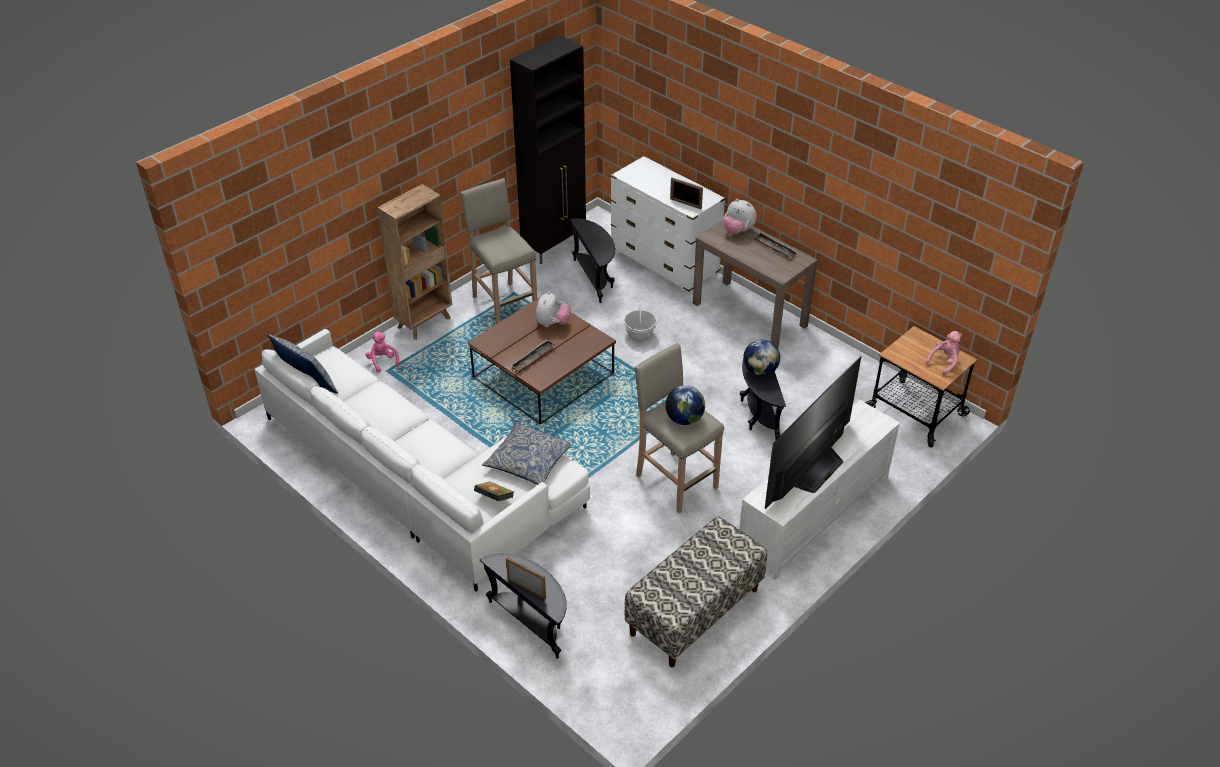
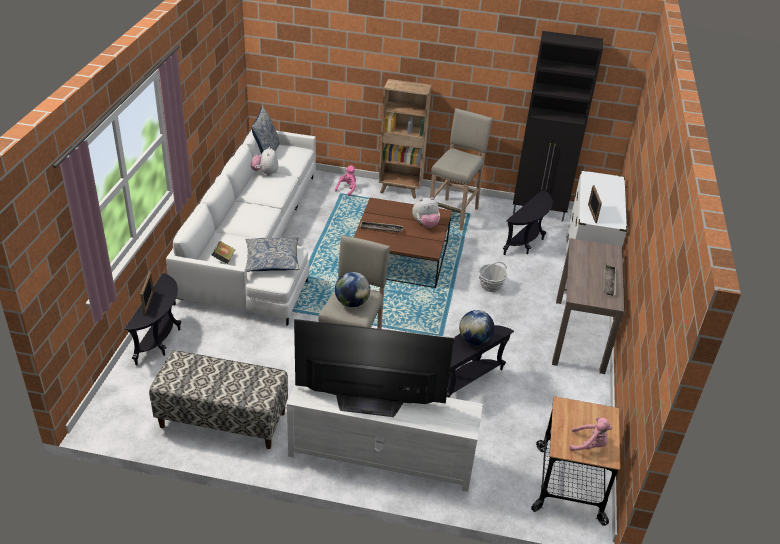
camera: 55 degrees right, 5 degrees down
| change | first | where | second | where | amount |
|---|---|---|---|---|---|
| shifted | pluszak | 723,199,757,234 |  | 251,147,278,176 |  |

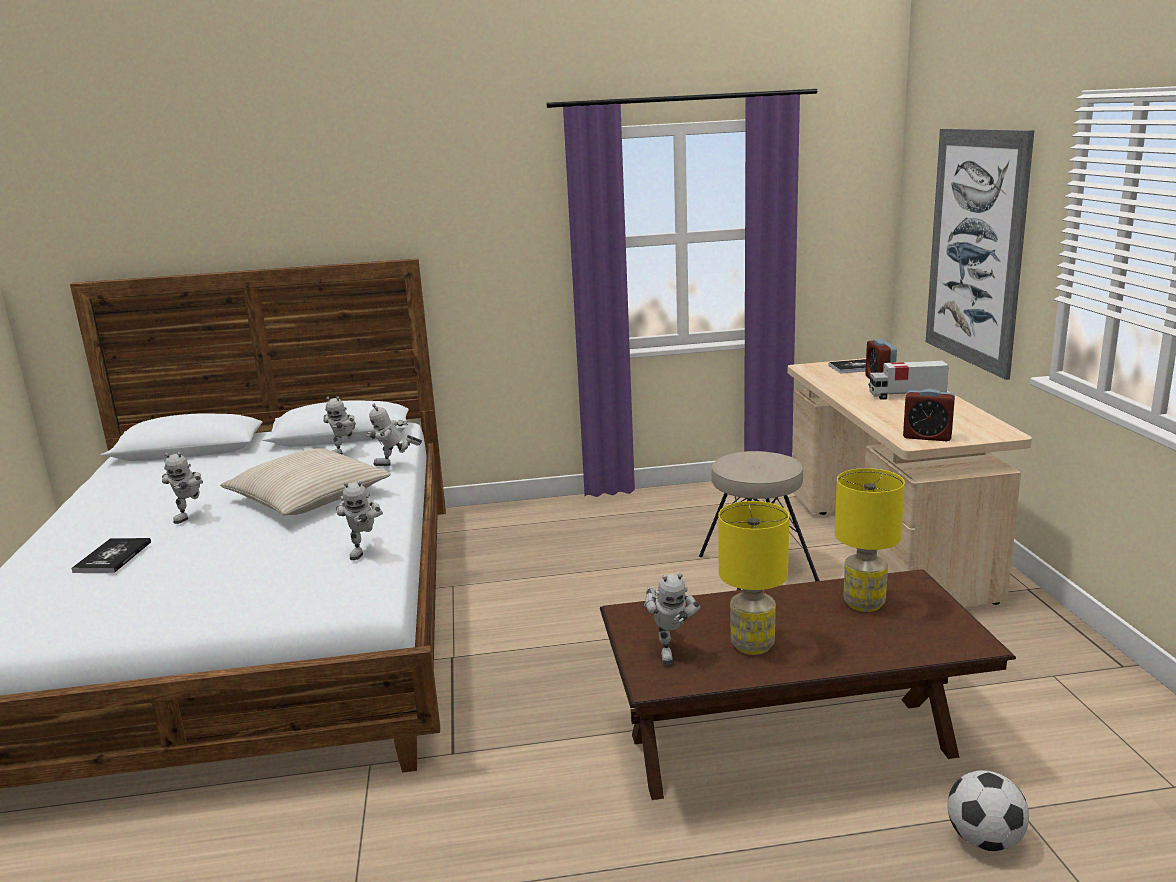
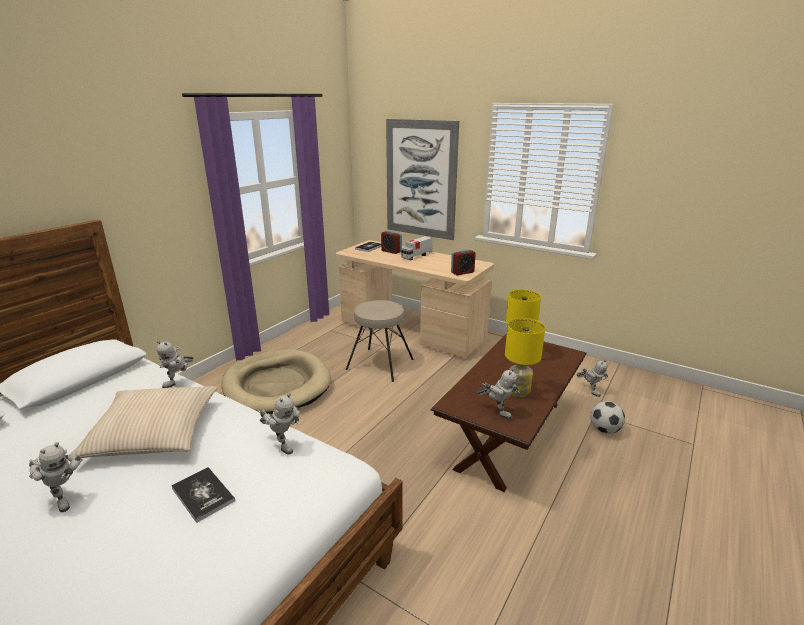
camera: 50 degrees left, 5 degrees up
| change | first | where | second | where | amount |
|---|---|---|---|---|---|
| new |  |  | legowisko [beżowy] | 222,349,331,414 |  |
| shifted | książka | 71,538,151,573 |  | 171,467,235,523 |  |
| shifted | robot zabawkowy | 323,396,356,455 |  | 576,360,609,397 |  |

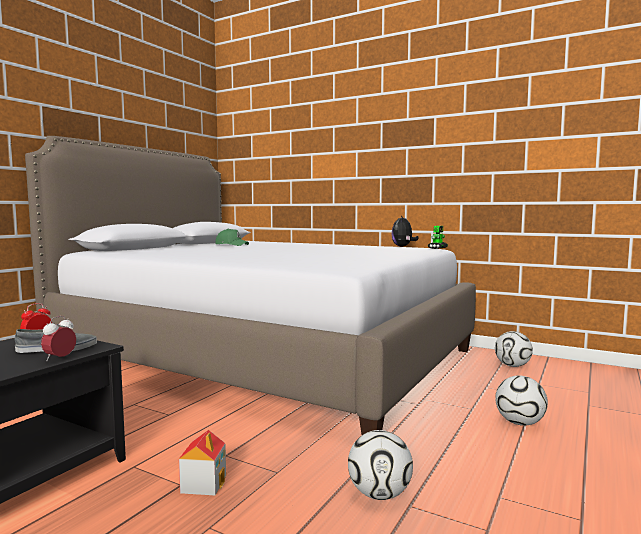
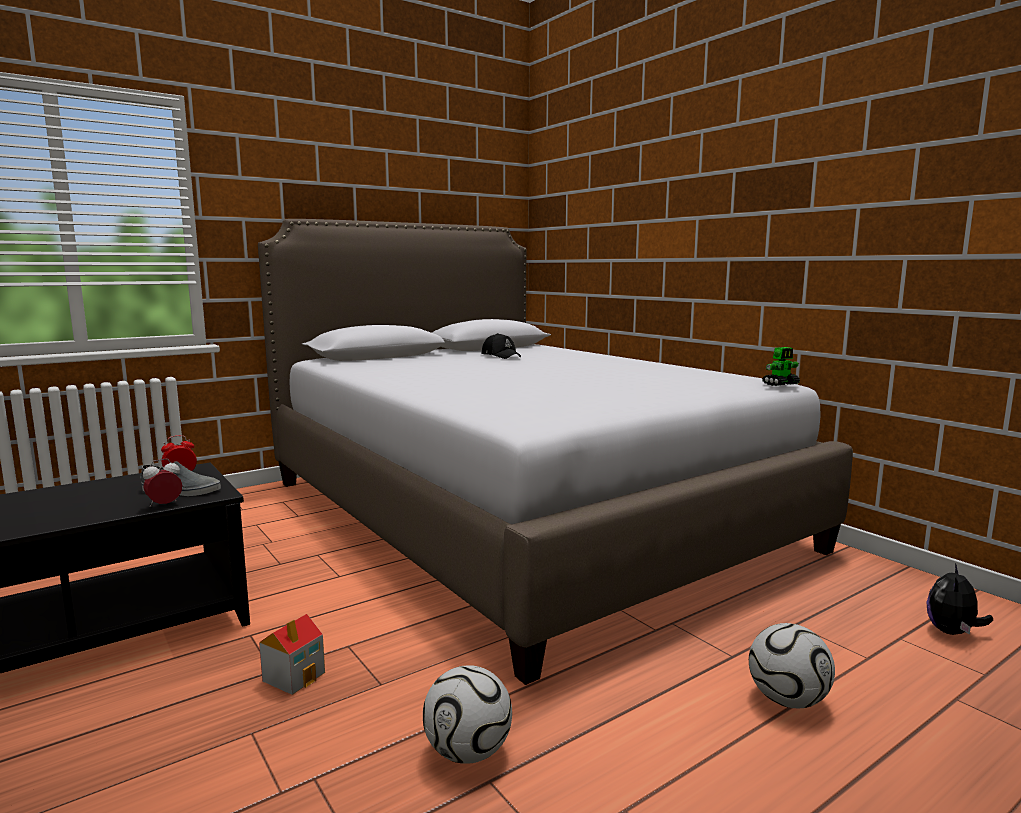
camera: 25 degrees right, 5 degrees up
| change | first | where | second | where | amount |
|---|---|---|---|---|---|
| gone | piłka futbolowa | 495,331,533,367 |  |  |  |
| shifted | pluszak | 391,215,419,247 |  | 926,563,993,635 |  |
| repainted | czapka z daszkiem [zielony] | 215,229,249,246 | czapka z daszkiem [czarny] | 482,333,521,359 |  |

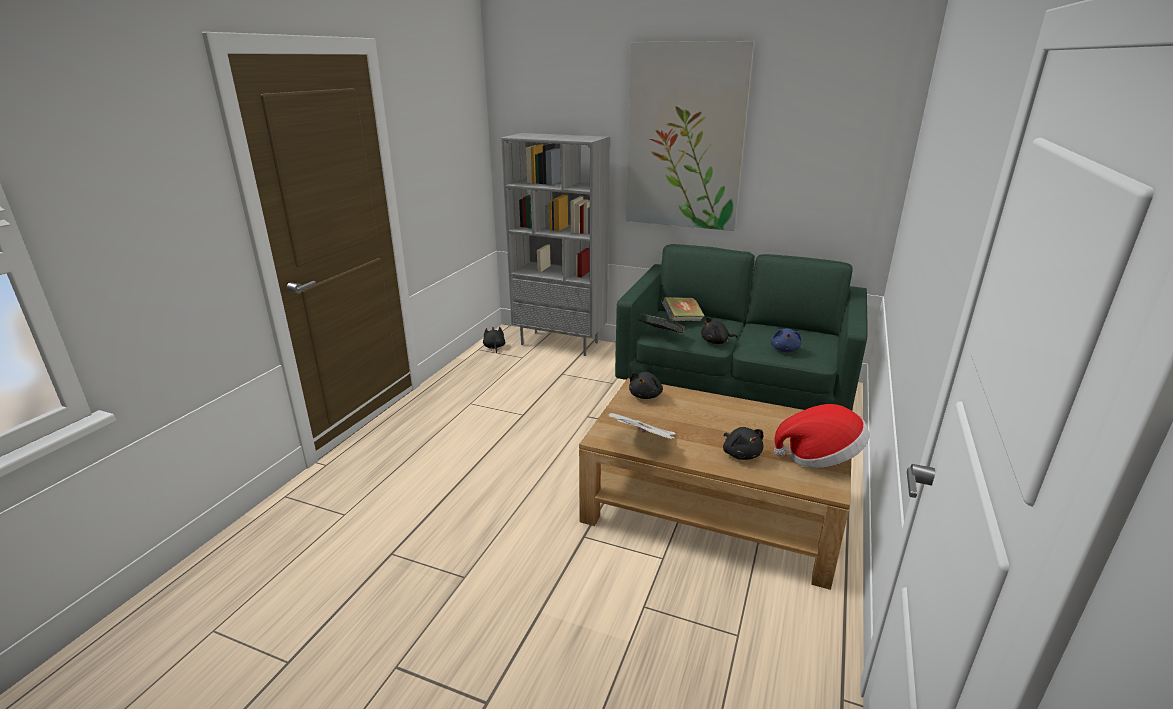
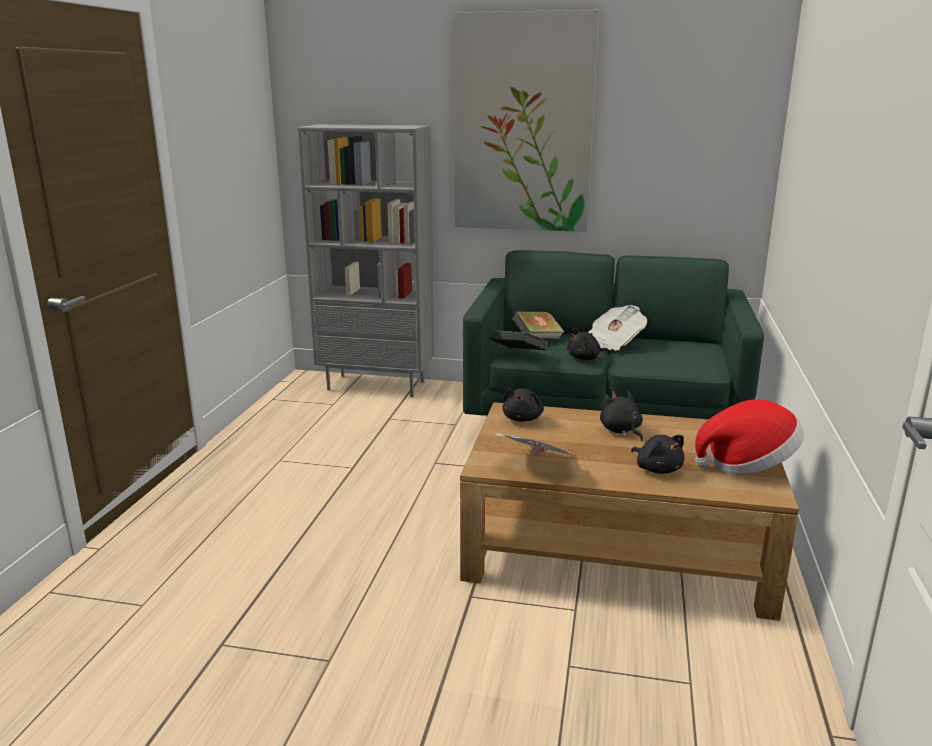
camera: 10 degrees left, 5 degrees down
| change | first | where | second | where | amount |
|---|---|---|---|---|---|
| gone | pluszak [niebieski] | 771,328,802,352 |  |  |  |
| new |  |  | gazeta | 588,305,647,351 |  |
| shifted | pluszak [czarny] | 483,327,505,353 |  | 600,391,643,441 |  |

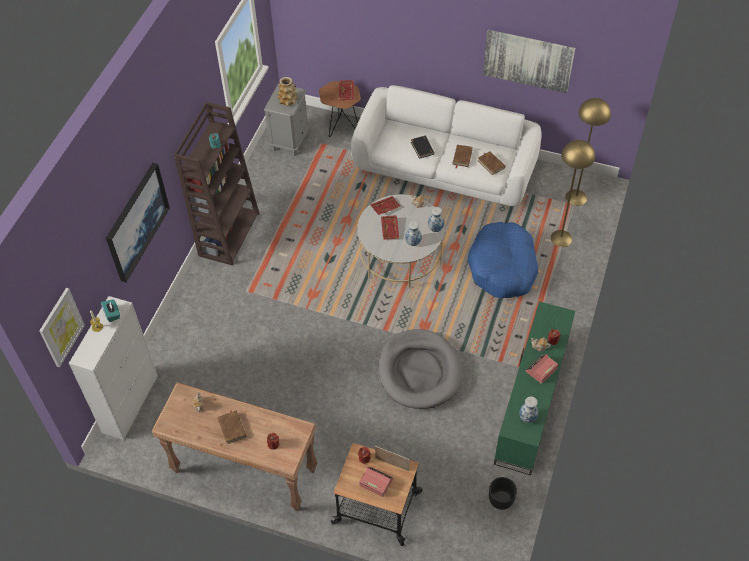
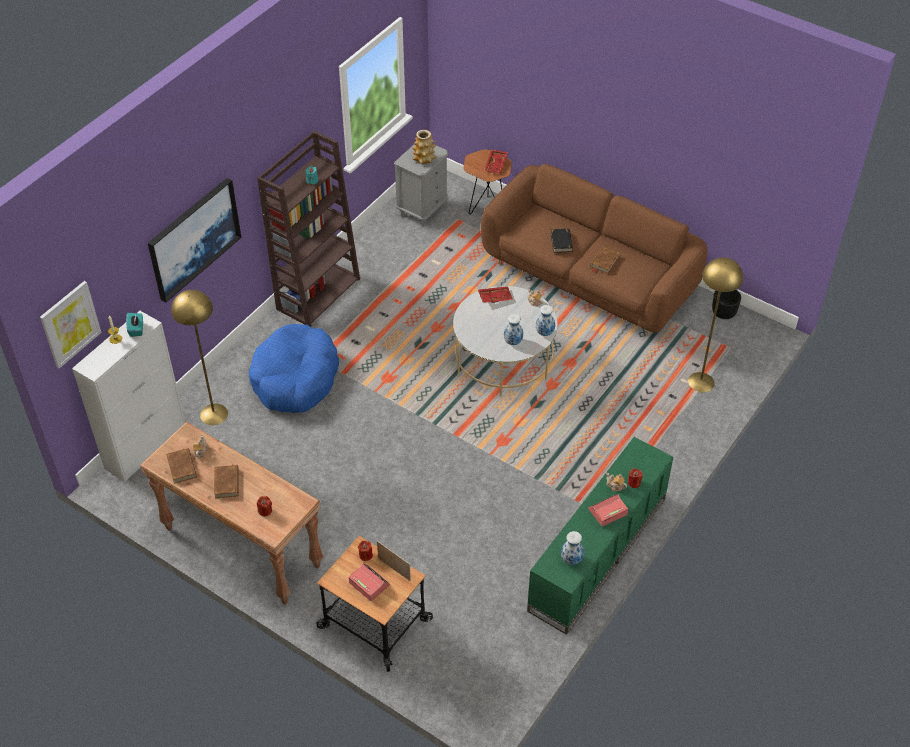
camera: 15 degrees right, 5 degrees down
| change | first | where | second | where | amount |
|---|---|---|---|---|---|
| gone | legowisko [szary] | 378,329,462,409 |  |  |  |
| gone | taca [czerwony] | 381,215,399,240 |  |  |  |
| gone | obraz | 483,30,575,93 |  |  |  |
| shifted | legowisko [niebieski] | 468,222,538,298 |  | 249,324,339,413 |  |
| shifted | książka [brązowy] | 478,151,505,175 |  | 166,448,197,484 |  |
| shifted | donica [czarny] | 489,477,517,510 |  | 712,290,741,319 |  |
| shifted | lampa stojąca [żółty] | 565,98,611,206 |  | 171,290,228,425 |  |
| repainted | kanapa [biały] | 351,85,541,209 | kanapa [brązowy] | 481,164,708,336 |  |

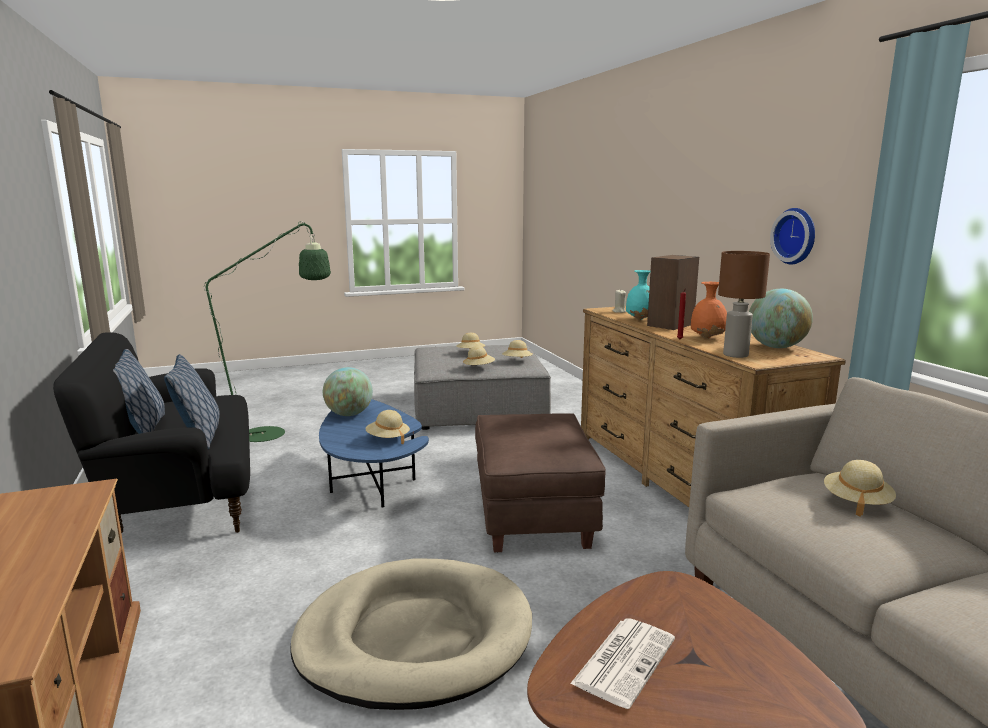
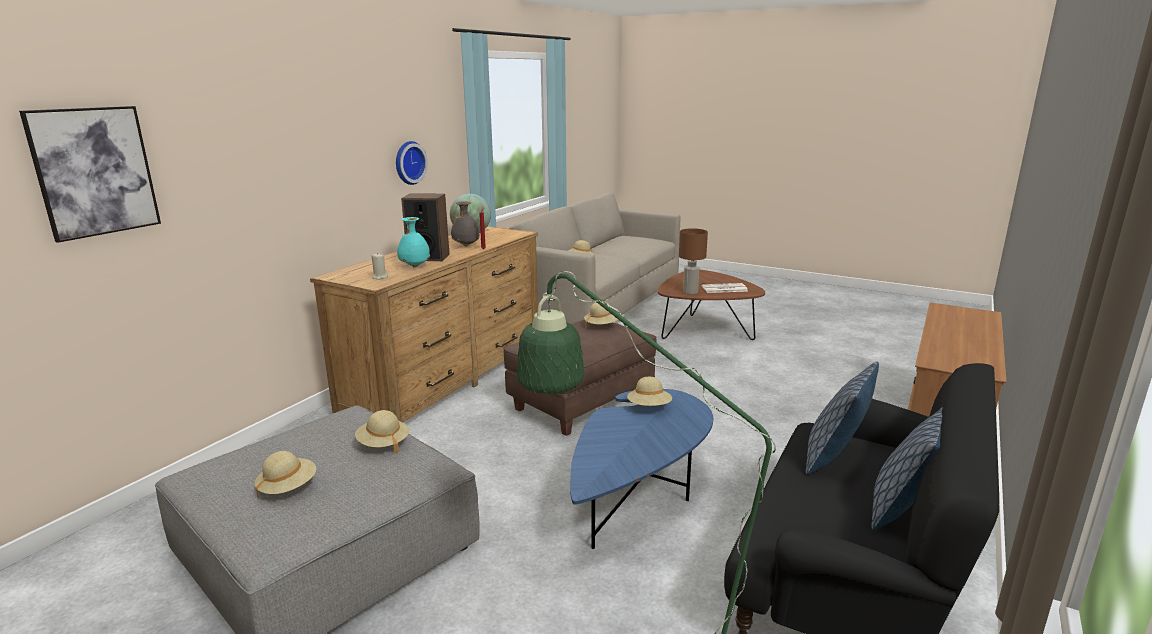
camera: 130 degrees left, 5 degrees up
| change | first | where | second | where | amount |
|---|---|---|---|---|---|
| gone | legowisko [beżowy] | 290,558,532,710 |  |  |  |
| gone | globus | 323,367,373,416 |  |  |  |
| new |  |  | obraz | 19,106,161,243 |  |
| shifted | kapelusz [beżowy] | 502,340,533,358 |  | 584,301,618,328 |  |
| shifted | lampa stołowa [brązowy] | 718,251,770,358 |  | 679,228,708,294 |  |
| repainted | wazon [pomarańczowy] | 691,282,727,338 | wazon [szary] | 451,201,480,247 |  |

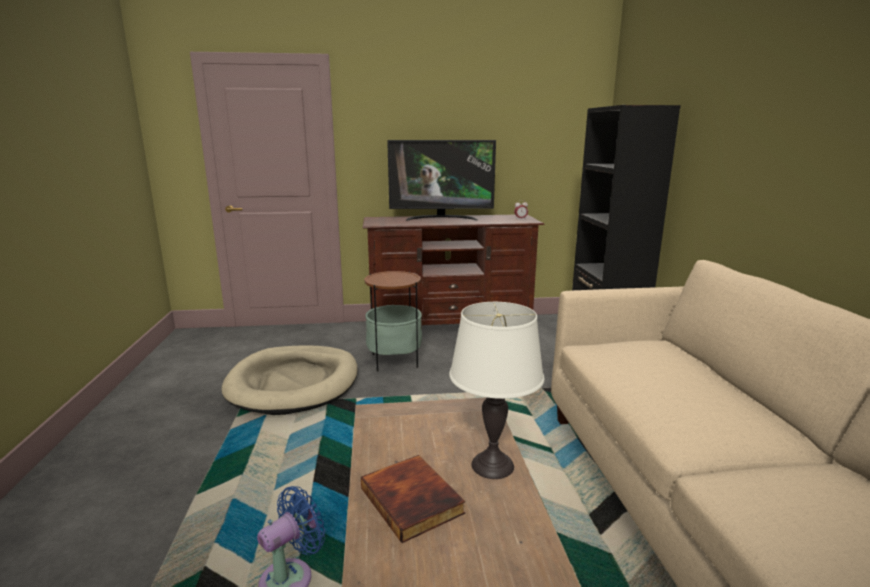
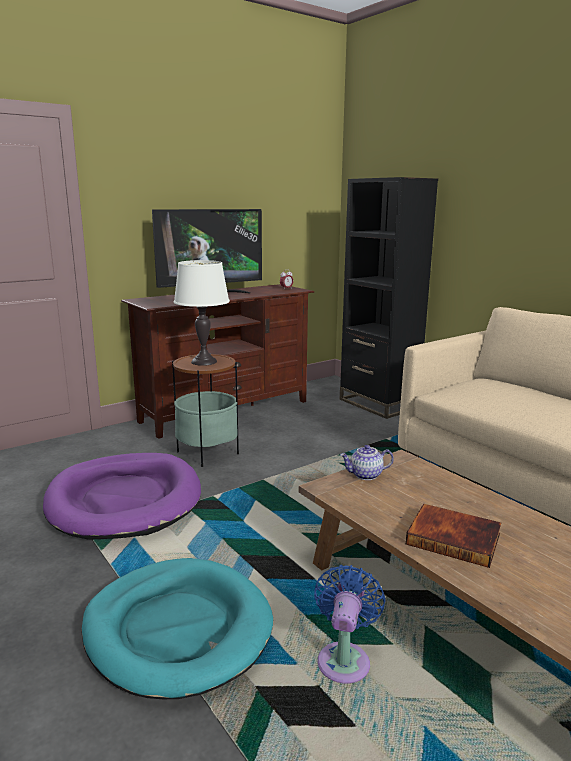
camera: 30 degrees left, 0 degrees up
| change | first | where | second | where | amount |
|---|---|---|---|---|---|
| new |  |  | legowisko [turkusowy] | 81,558,273,699 |  |
| new |  |  | imbryk | 340,445,394,480 |  |
| shifted | lampa stołowa [biały] | 449,302,545,479 |  | 174,260,230,366 |  |
| repainted | legowisko [beżowy] | 221,345,358,415 | legowisko [fioletowy] | 43,453,201,539 |  |

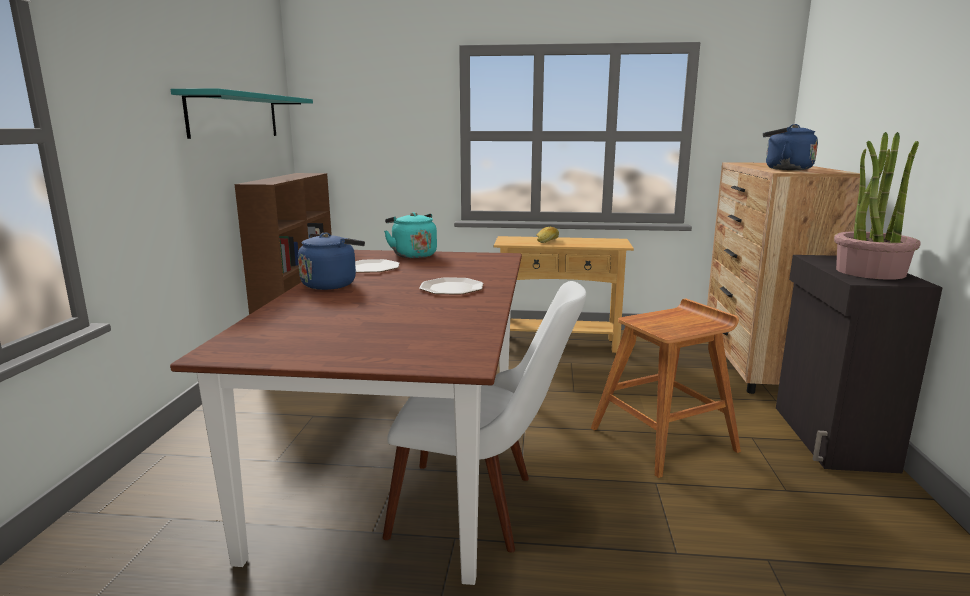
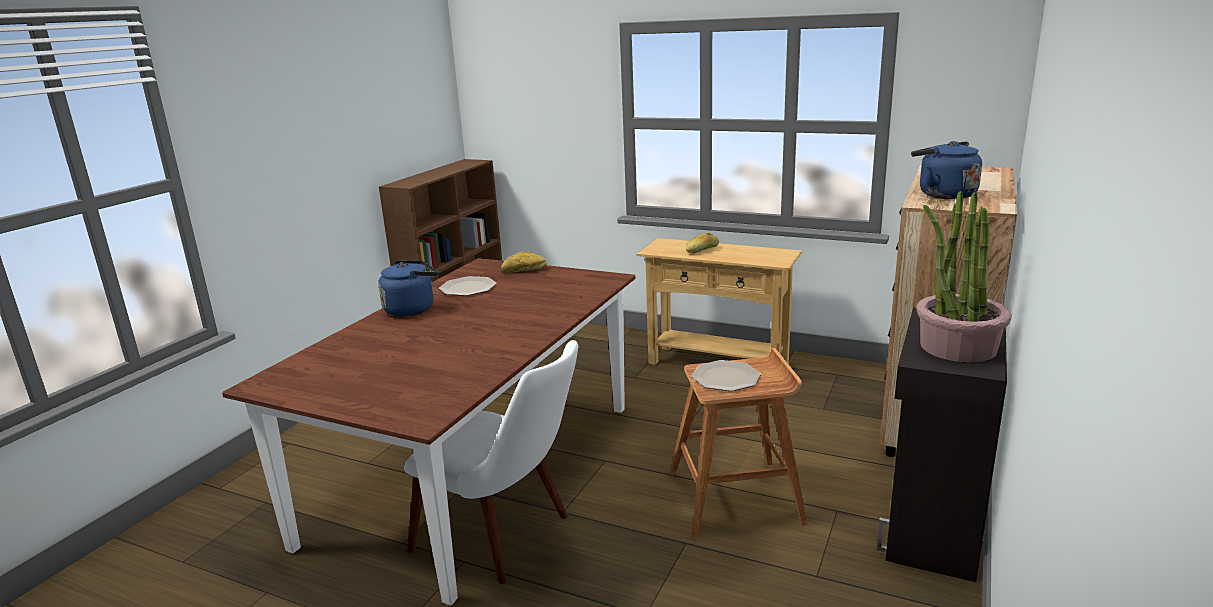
camera: 20 degrees right, 5 degrees up
| change | first | where | second | where | amount |
|---|---|---|---|---|---|
| gone | półka [turkusowy] | 170,88,313,139 |  |  |  |
| shifted | talerz | 419,277,483,295 |  | 692,360,761,391 |  |
| swapped | czajnik [turkusowy] | 384,212,437,258 | chleb | 501,251,547,273 |  |

